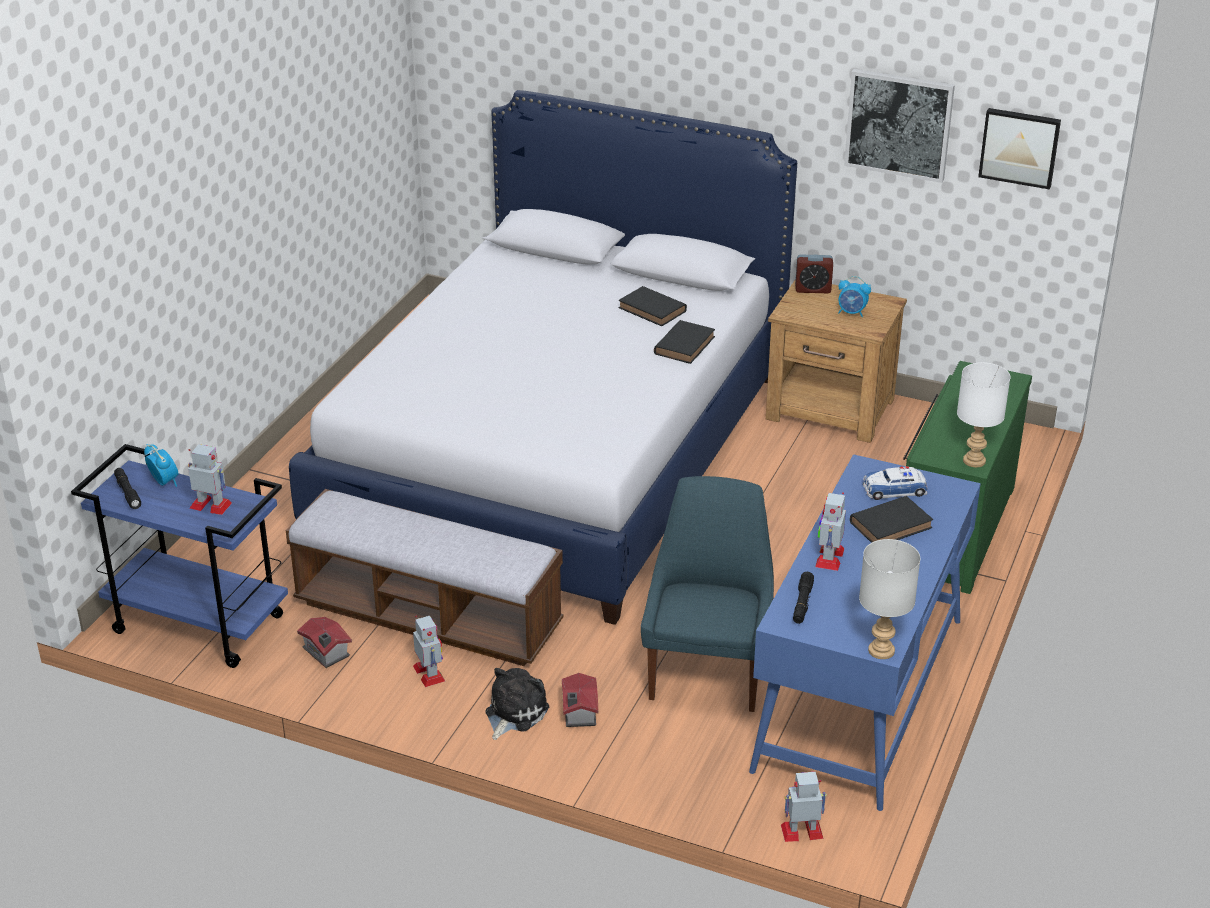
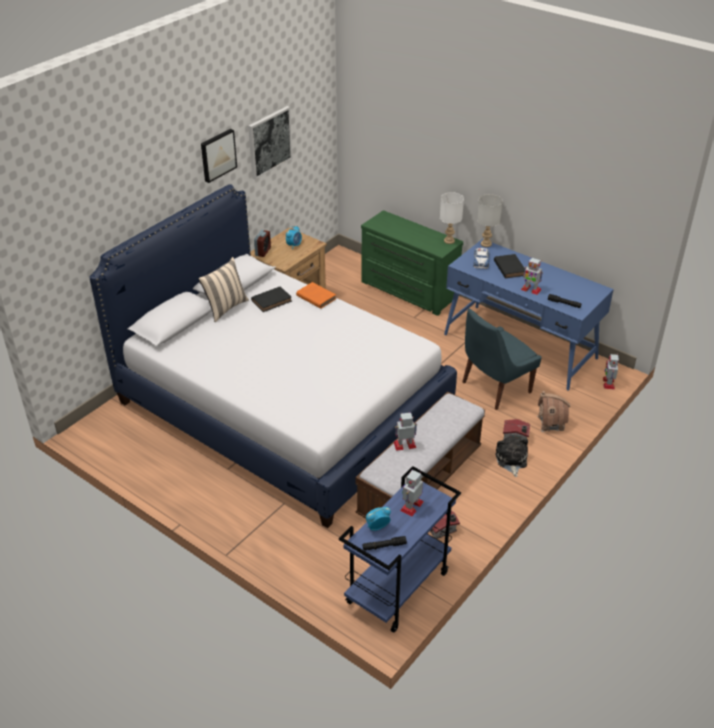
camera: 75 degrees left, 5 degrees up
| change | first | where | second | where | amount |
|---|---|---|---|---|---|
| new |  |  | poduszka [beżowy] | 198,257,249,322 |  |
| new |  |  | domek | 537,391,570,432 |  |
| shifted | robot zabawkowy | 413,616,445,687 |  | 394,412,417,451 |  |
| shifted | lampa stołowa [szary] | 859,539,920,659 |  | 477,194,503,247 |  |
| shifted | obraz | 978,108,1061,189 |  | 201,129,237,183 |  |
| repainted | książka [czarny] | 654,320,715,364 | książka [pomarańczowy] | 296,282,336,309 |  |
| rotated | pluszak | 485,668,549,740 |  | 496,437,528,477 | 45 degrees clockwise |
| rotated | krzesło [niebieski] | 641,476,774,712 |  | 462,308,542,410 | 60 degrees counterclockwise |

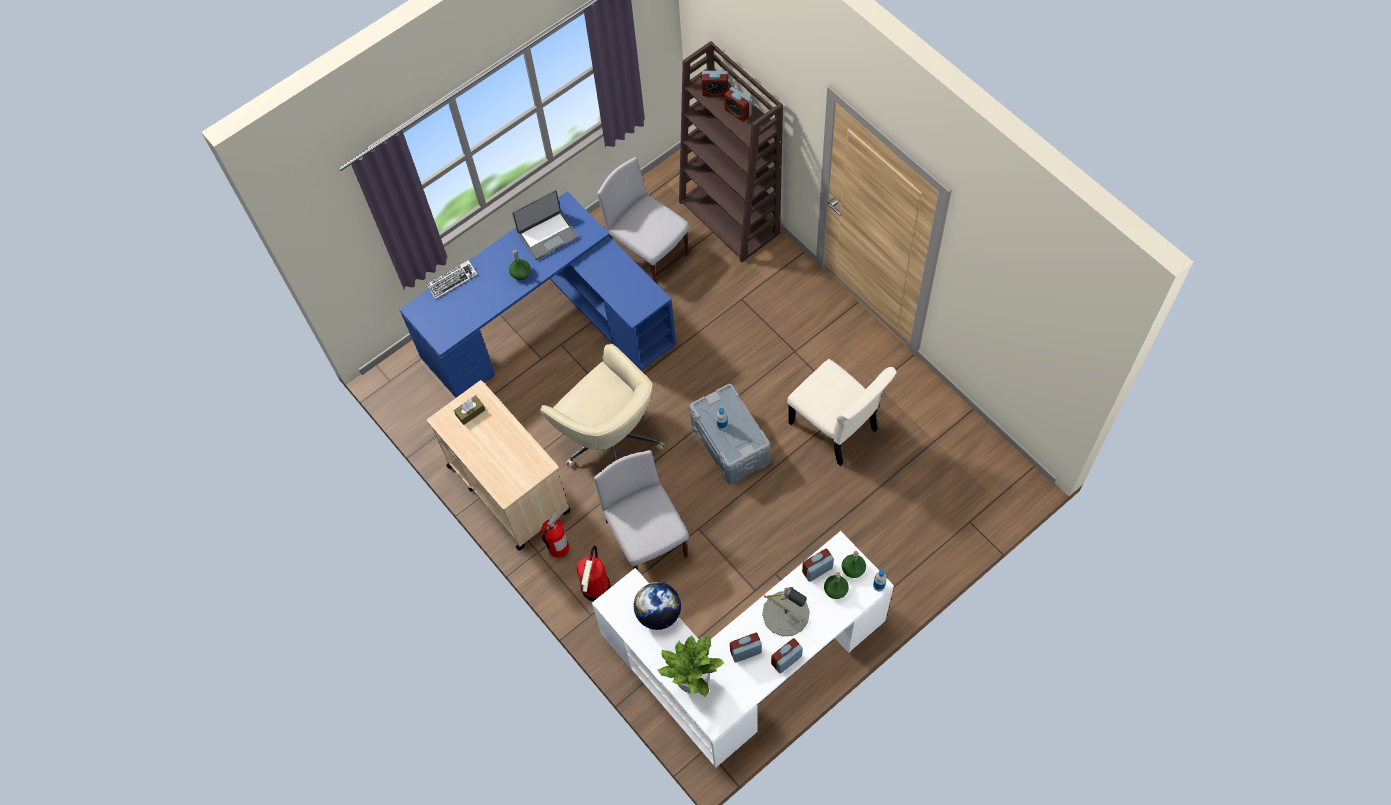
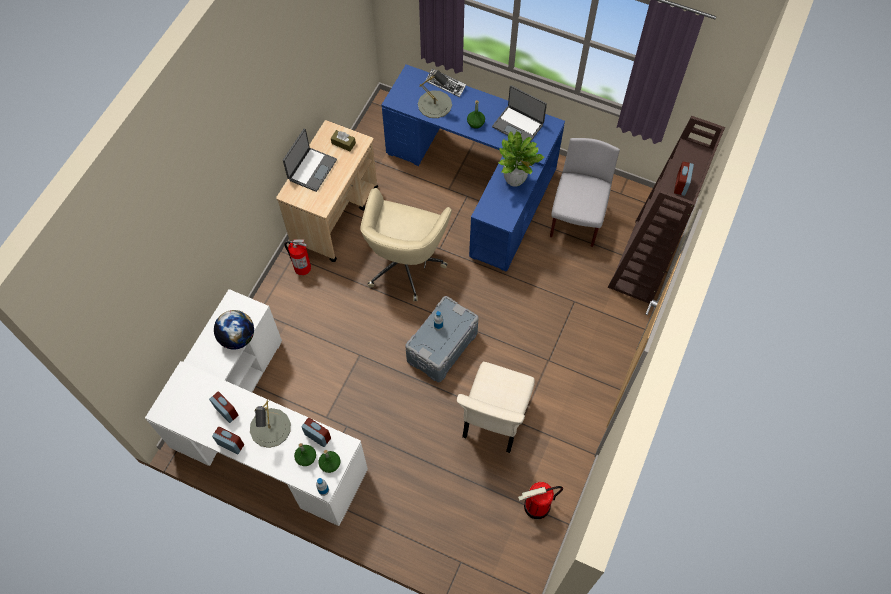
camera: 60 degrees right, 0 degrees up
| change | first | where | second | where | amount |
|---|---|---|---|---|---|
| gone | krzesło [szary] | 594,450,689,570 |  |  |  |
| gone | budzik | 702,71,729,97 |  |  |  |
| new |  |  | laptop | 283,128,337,192 |  |
| new |  |  | lampa stołowa [szary] | 418,70,452,118 |  |
| shifted | gaśnica | 577,545,611,601 |  | 518,482,563,519 |  |
| shifted | roślina doniczkowa | 657,635,724,697 |  | 498,131,544,187 |  |

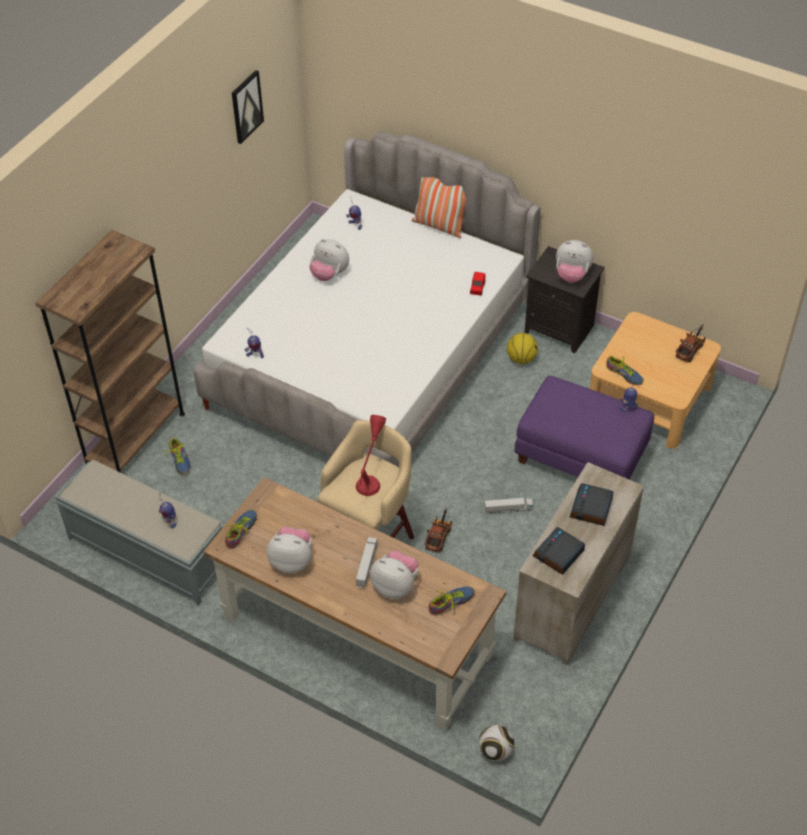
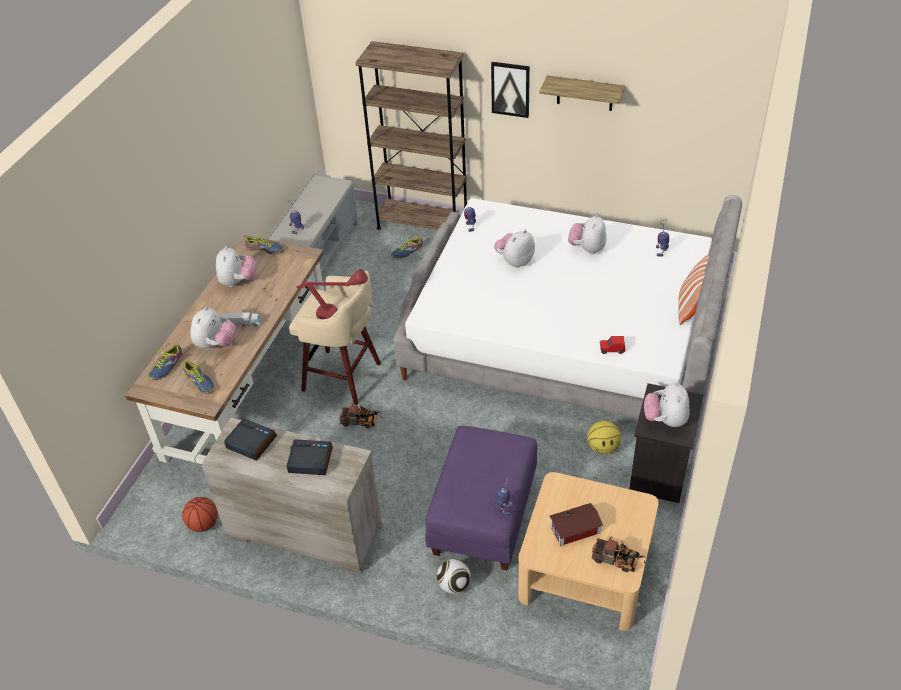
camera: 80 degrees right, 5 degrees down
| change | first | where | second | where | amount |
|---|---|---|---|---|---|
| gone | ciężarówka zabawkowa | 484,498,534,514 |  |  |  |
| new |  |  | piłka do koszykówki | 182,497,218,532 |  |
| new |  |  | pluszak | 494,230,535,268 |  |
| new |  |  | półka | 539,75,625,111 |  |
| new |  |  | domek | 549,503,603,546 |  |
| shifted | obraz | 232,70,264,144 |  | 491,62,530,118 |  |
| shifted | piłka futbolowa | 479,725,514,761 |  | 437,559,471,594 |  |
| shifted | but | 606,356,644,385 |  | 148,342,183,380 |  |

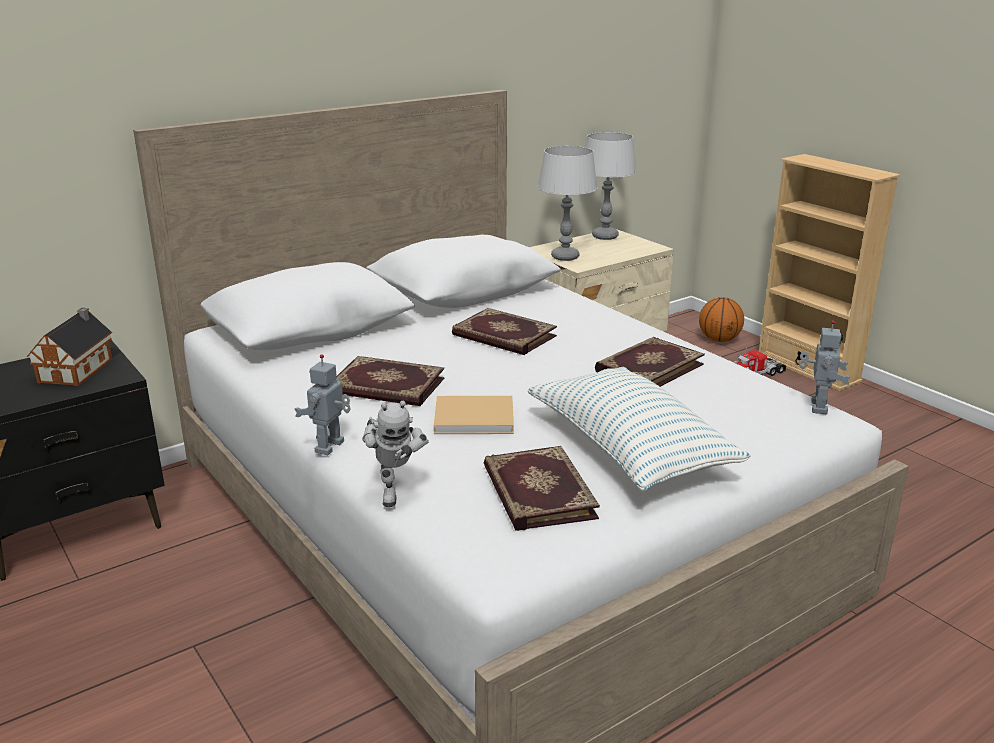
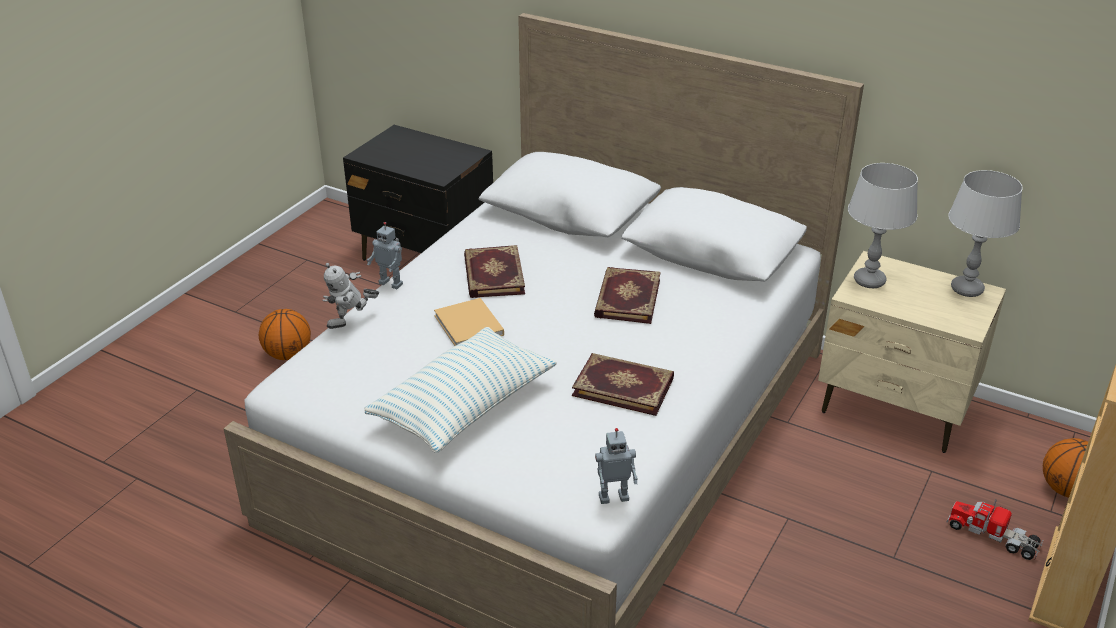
camera: 65 degrees right, 10 degrees up
| change | first | where | second | where | amount |
|---|---|---|---|---|---|
| gone | domek | 27,308,112,386 |  |  |  |
| gone | książka | 484,446,600,531 |  |  |  |
| new |  |  | piłka do koszykówki | 259,309,311,360 |  |
| rotated | robot zabawkowy | 295,354,351,456 |  | 367,222,403,289 | 150 degrees counterclockwise |

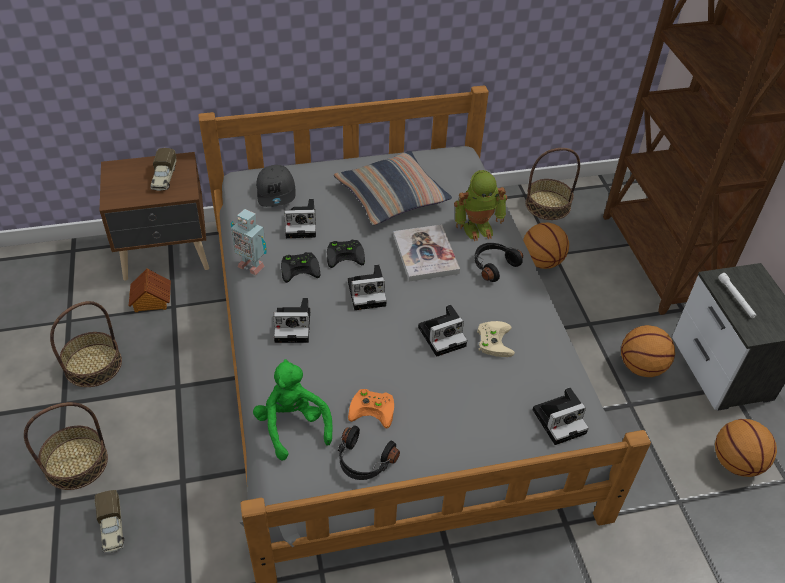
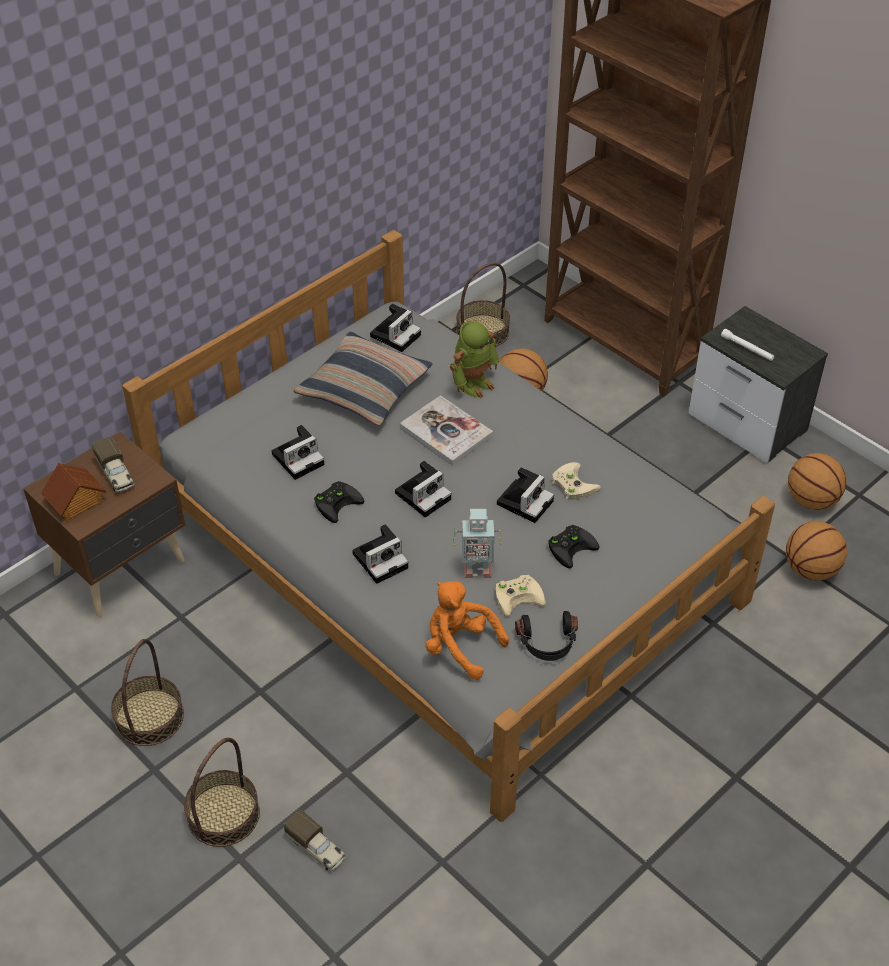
camera: 30 degrees left, 0 degrees up
| change | first | where | second | where | amount |
|---|---|---|---|---|---|
| gone | czapka z daszkiem [szary] | 256,165,296,207 |  |  |  |
| gone | słuchawki [czarny] | 475,243,523,282 |  |  |  |
| shifted | domek | 128,268,171,312 |  | 41,463,106,522 |  |
| shifted | robot zabawkowy | 231,209,267,276 |  | 453,509,501,578 |  |
| shifted | pad do gier [czarny] | 327,240,365,268 |  | 548,525,600,568 |  |
| shifted | aparat fotograficzny | 532,388,589,445 |  | 370,304,421,352 |  |
| shifted | piłka do koszykówki | 621,325,675,377 |  | 786,521,847,581 |  |
| repainted | pluszak [zielony] | 253,359,333,460 | pluszak [pomarańczowy] | 425,581,509,680 |  |
| repainted | pad do gier [pomarańczowy] | 348,389,394,428 | pad do gier [beżowy] | 496,575,546,617 |  |

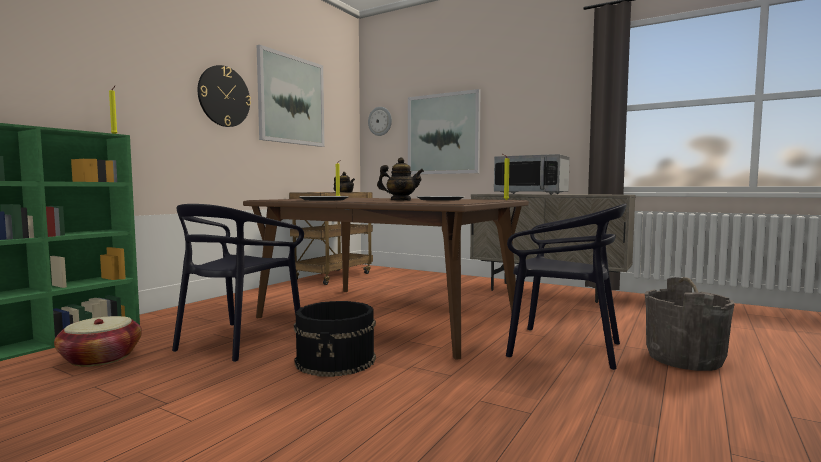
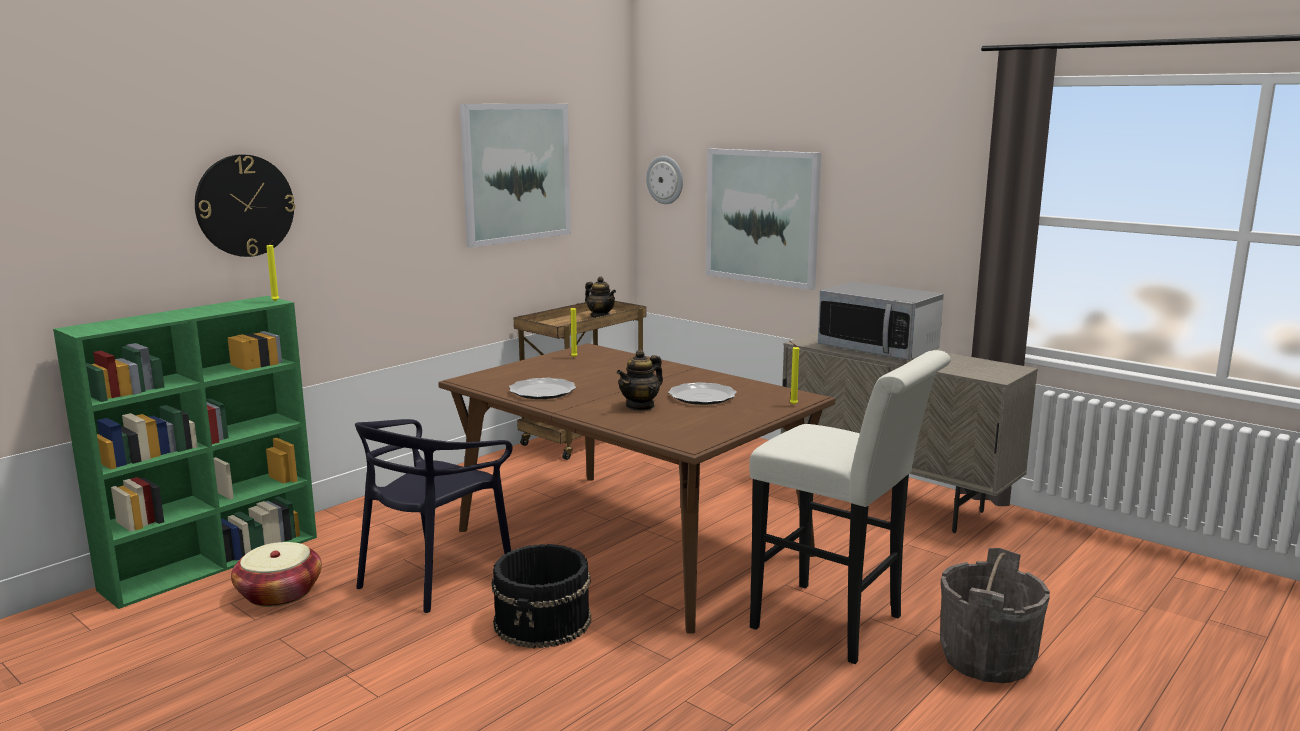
camera: 10 degrees right, 10 degrees up
| change | first | where | second | where | amount |
|---|---|---|---|---|---|
| shifted | zegar ścienny | 198,65,251,127 |  | 195,154,295,257 |  |
| swapped | krzesło [czarny] | 506,204,627,370 | stołek [biały] | 749,350,951,664 |  |
| rotated | imbryk | 377,157,424,201 |  | 616,349,663,411 | 120 degrees clockwise |

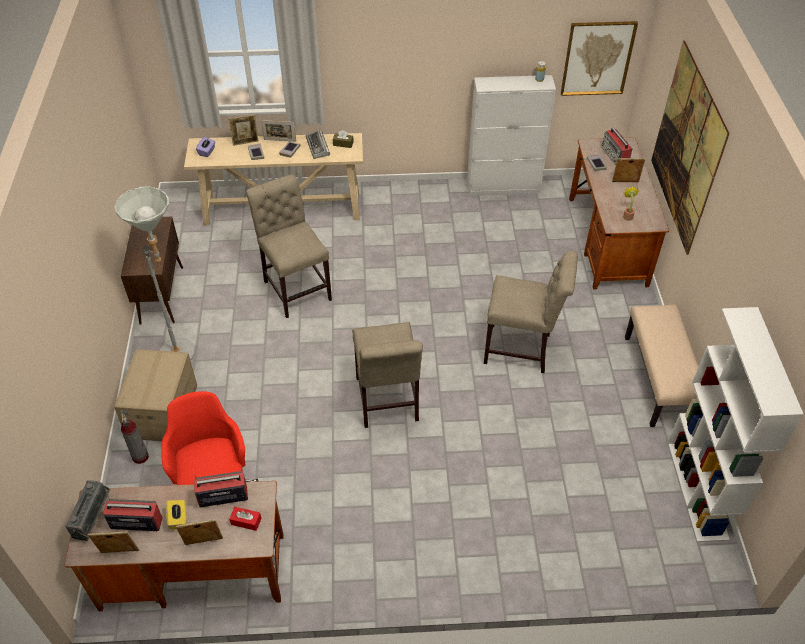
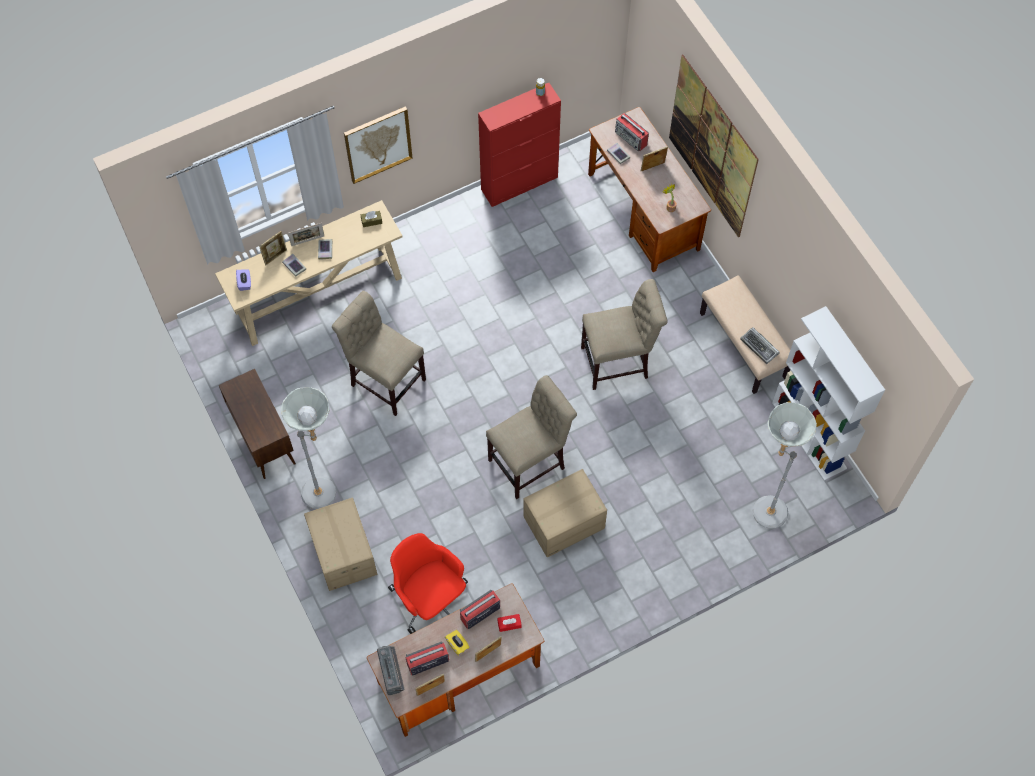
camera: 25 degrees left, 15 degrees up
| change | first | where | second | where | amount |
|---|---|---|---|---|---|
| gone | gaśnica | 120,410,149,464 |  |  |  |
| new |  |  | karton | 523,469,607,557 |  |
| new |  |  | lampa stojąca [szary] | 753,402,817,529 |  |
| shifted | klawiatura | 306,131,330,159 |  | 740,327,780,364 |  |
| shifted | obraz | 561,21,638,96 |  | 344,106,413,184 |  |
| repainted | szafka [biały] | 467,75,556,196 | szafka [czerwony] | 478,83,561,207 |  |
| rotated | krzesło [beżowy] | 352,322,423,428 |  | 486,375,577,499 | 90 degrees counterclockwise |

